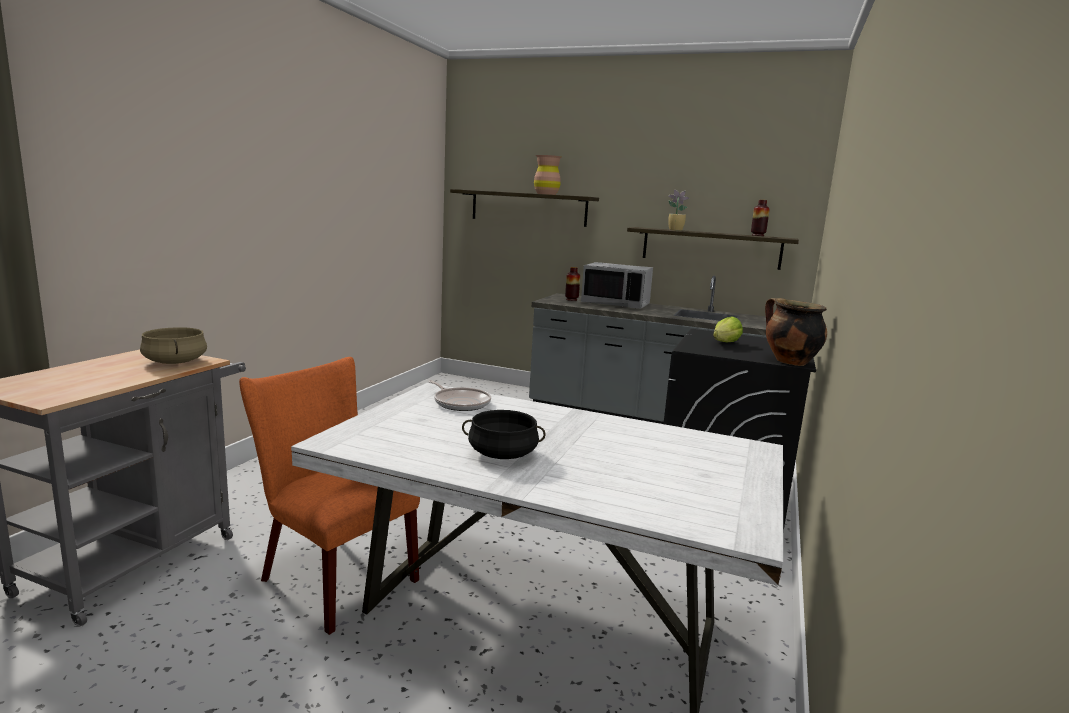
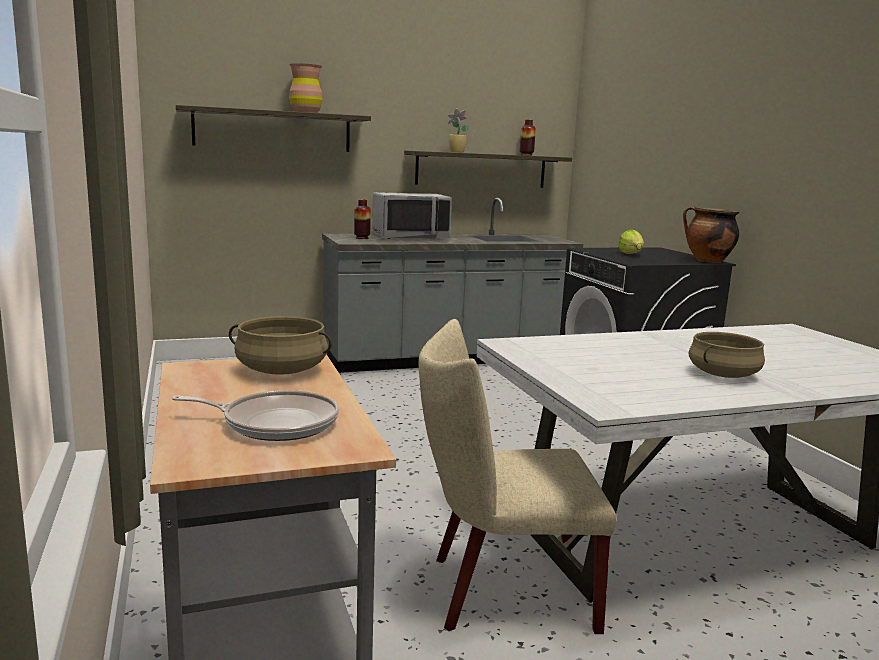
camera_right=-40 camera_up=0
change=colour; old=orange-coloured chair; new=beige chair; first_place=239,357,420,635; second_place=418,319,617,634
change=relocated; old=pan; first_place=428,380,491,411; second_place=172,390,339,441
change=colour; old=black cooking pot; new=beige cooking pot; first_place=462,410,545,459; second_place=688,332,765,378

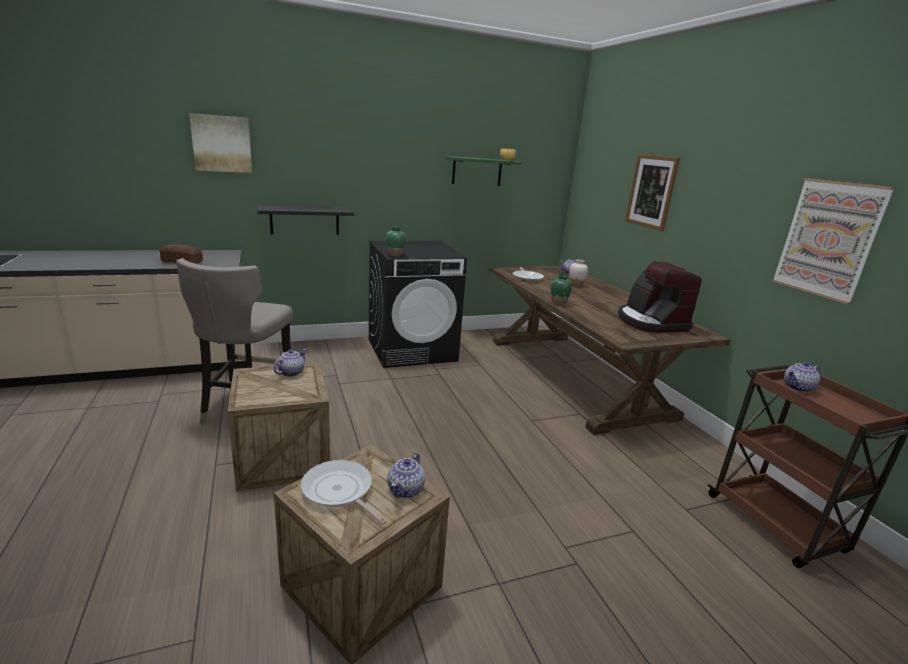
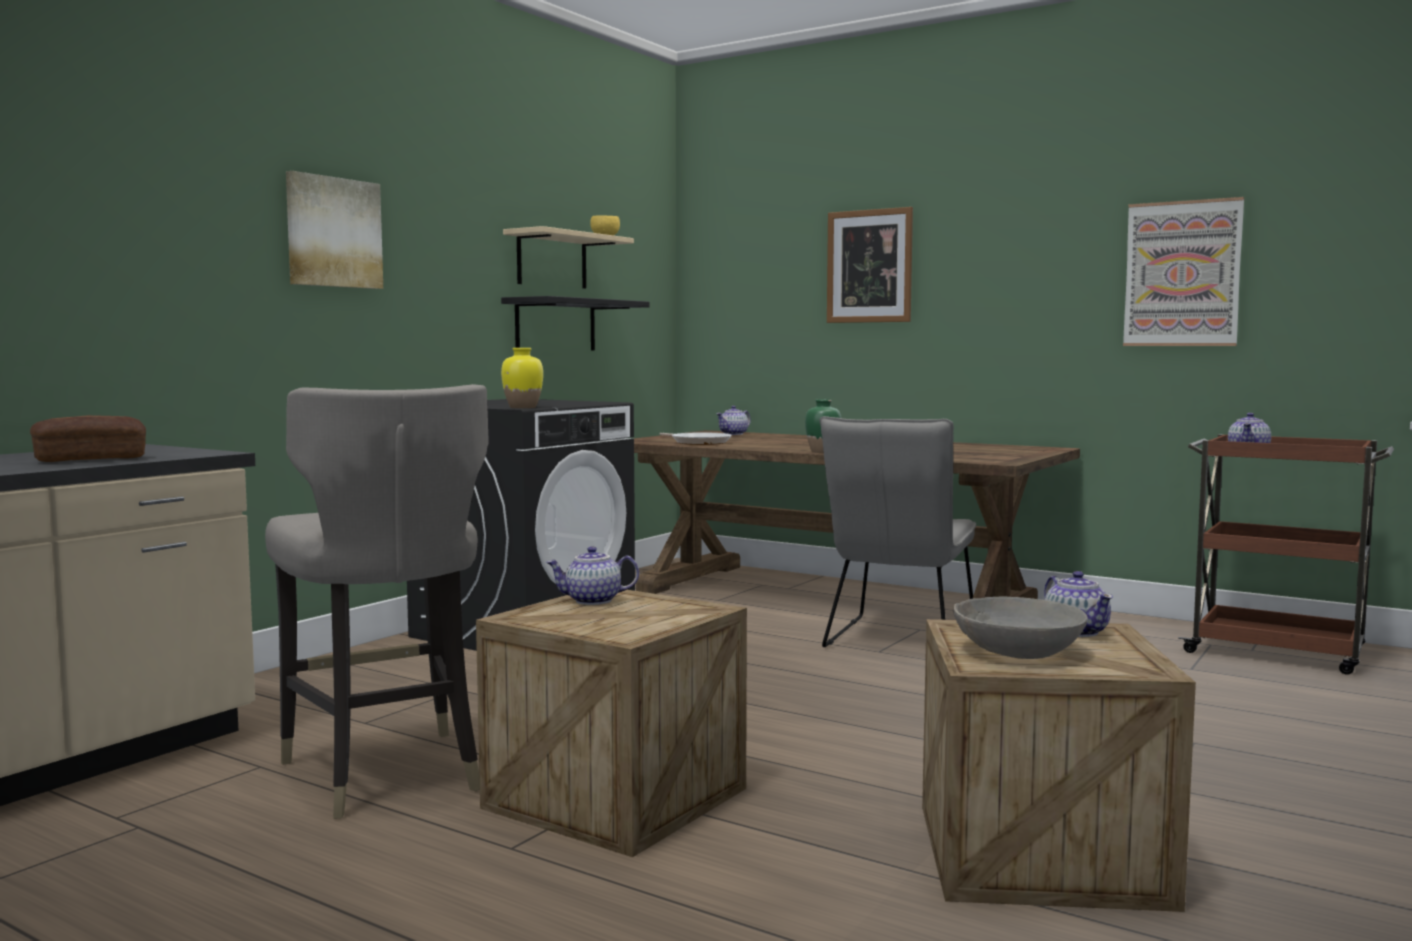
camera_right=-35 camera_up=-15
change=relocated; old=picture; first_place=189,113,252,173; second_place=286,171,383,289
change=relocated; old=black wall shelf; first_place=257,205,354,235; second_place=501,296,650,350
change=spun; old=tea pot; first_place=273,349,307,377; second_place=546,546,639,605; degrees=-90
change=exchanged; old=pan; new=gray deep dish; first_place=300,460,386,524; second_place=953,597,1088,659
change=colour; old=green-coloured vase; new=yellow vase; first_place=386,226,406,257; second_place=501,348,543,408
change=colour; old=green-coloured wall shelf; new=beige wall shelf; first_place=444,156,522,186; second_place=503,226,634,289
change=missing; old=white-coloured vase; first_place=569,259,588,287
change=missing; old=coffee machine; first_place=618,261,702,333
change=appeared; new=gray chair; second_place=819,416,976,647

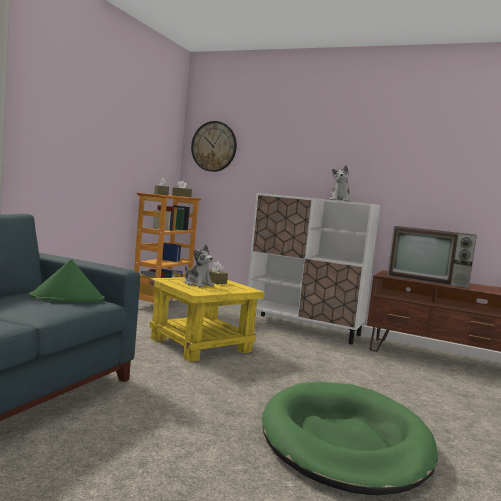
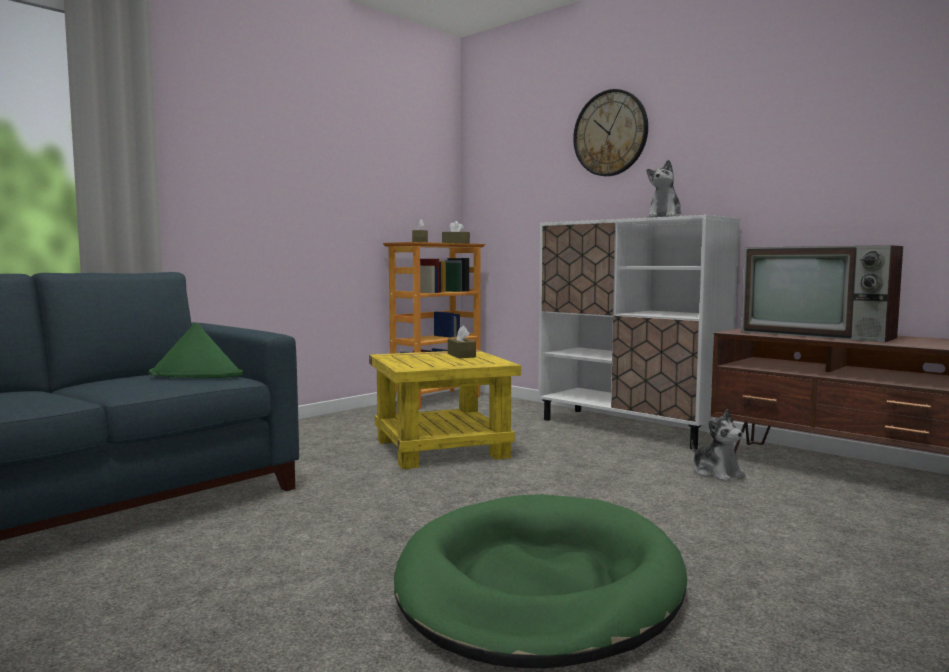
camera_right=20 camera_up=0
change=relocated; old=plush toy; first_place=185,244,214,287; second_place=691,409,746,482
change=relocated; old=hanging clock; first_place=191,121,237,172; second_place=573,89,648,176

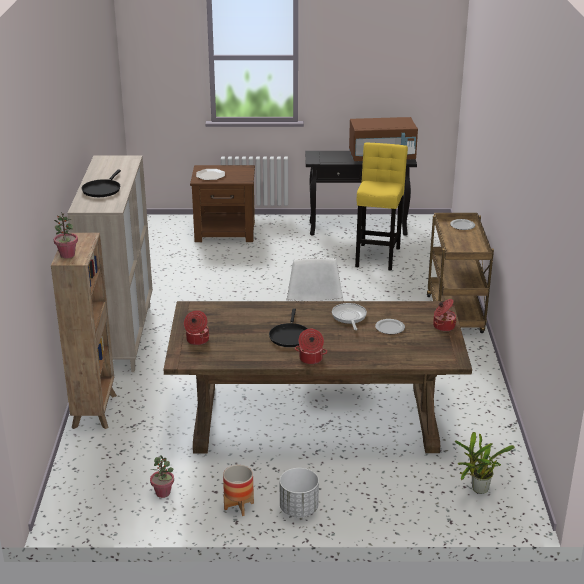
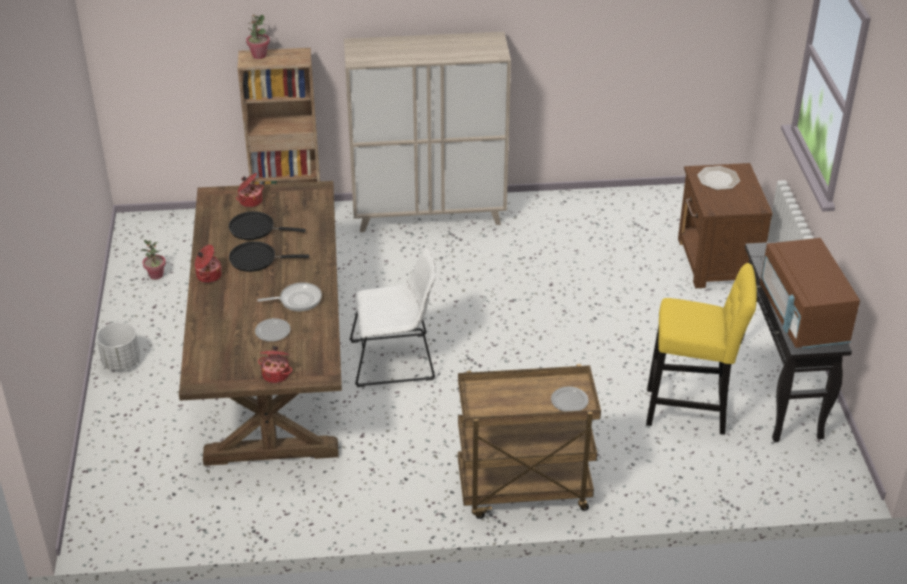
camera_right=85 camera_up=10
change=relocated; old=black pan; first_place=81,170,121,197; second_place=229,211,306,240
change=missing; old=plant pot; first_place=223,465,254,516
change=missing; old=plant in a pot; first_place=455,432,515,494

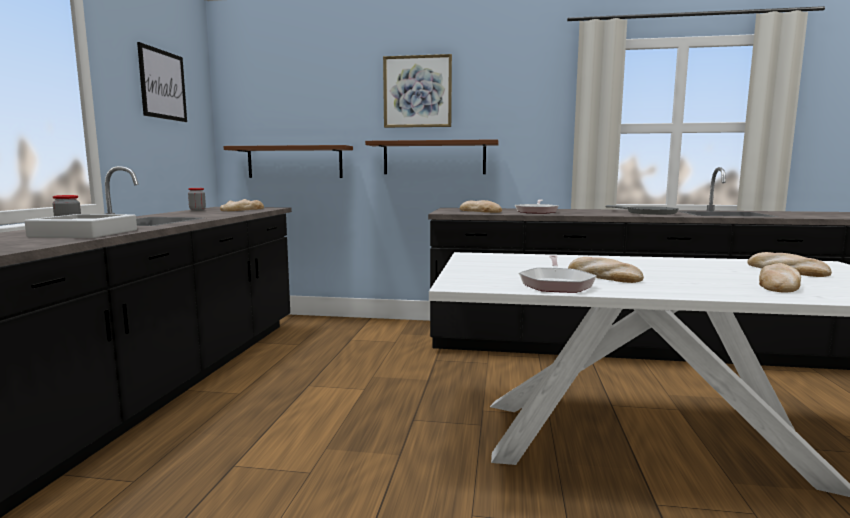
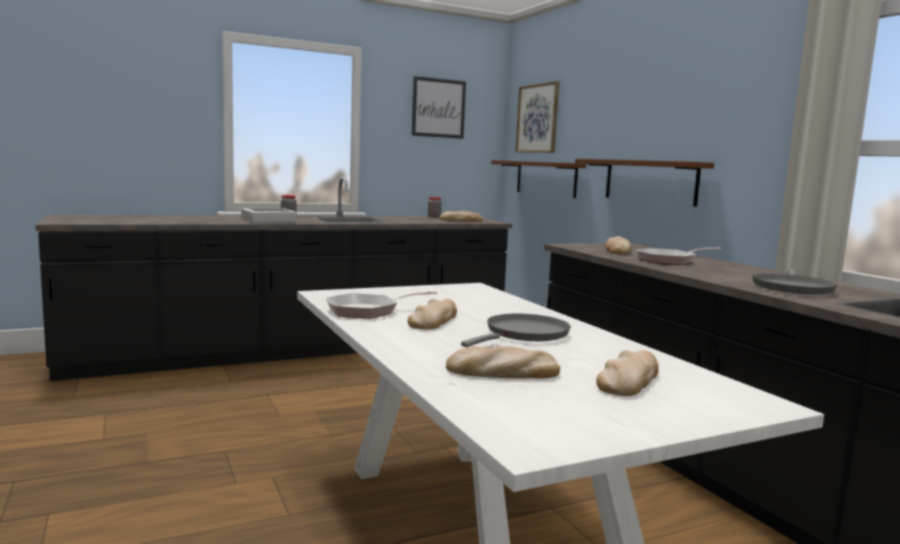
camera_right=55 camera_up=0
change=relocated; old=picture; first_place=383,54,452,128; second_place=515,81,559,153
change=appeared; new=gray pan; second_place=461,314,571,347

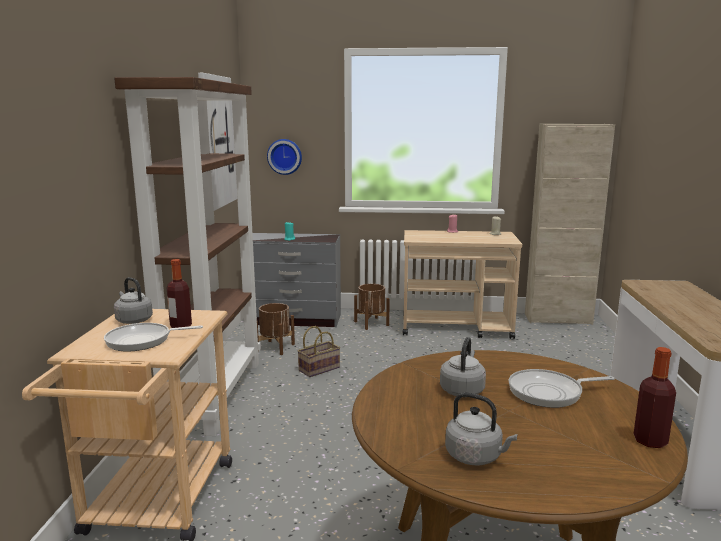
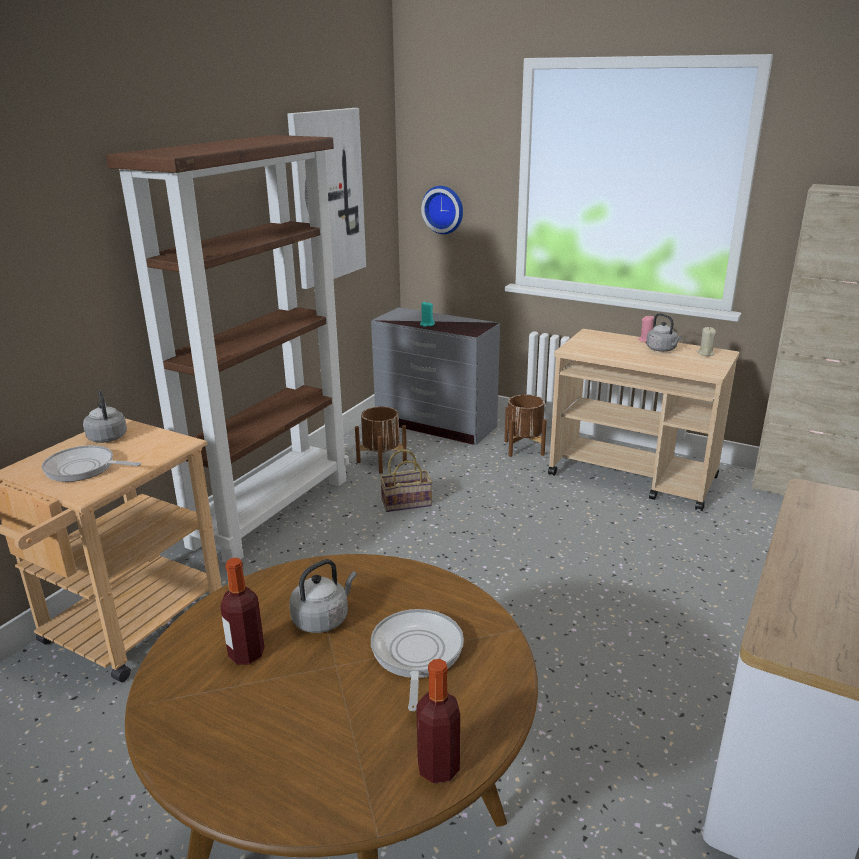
camera_right=25 camera_up=10
change=relocated; old=beverage bottle; first_place=167,259,192,328; second_place=220,558,265,665
change=relocated; old=gray kettle; first_place=445,392,518,465; second_place=646,313,682,352
change=spun; old=pan; first_place=508,369,615,408; second_place=371,609,464,711; degrees=75

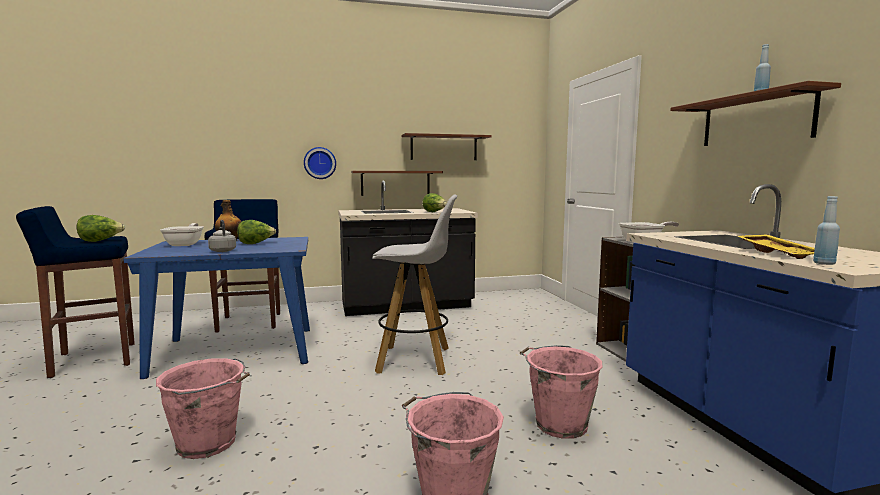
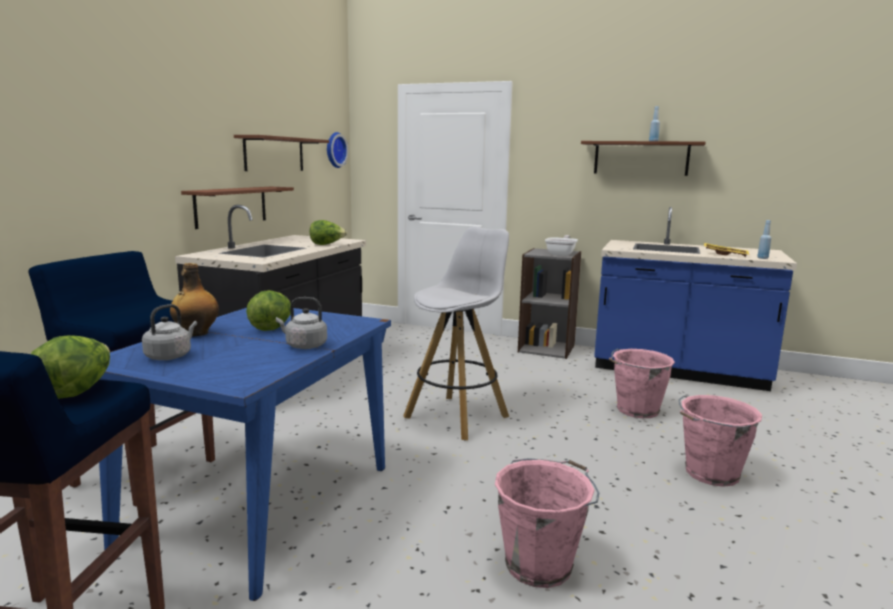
camera_right=-55 camera_up=5
change=exchanged; old=pan; new=gray kettle; first_place=160,223,204,246; second_place=142,304,197,360
change=relocated; old=hanging clock; first_place=304,147,336,179; second_place=327,132,348,168

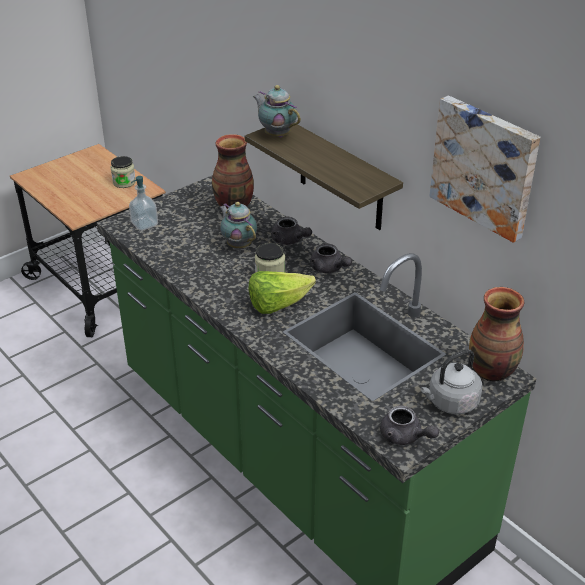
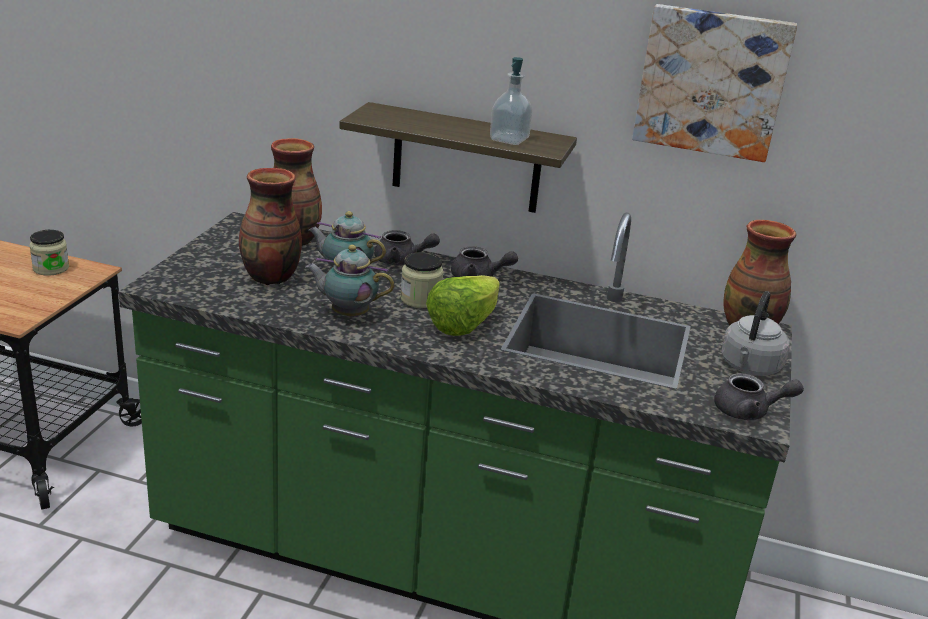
camera_right=-35 camera_up=-10
change=relocated; old=liquid soap bottle; first_place=129,176,158,231; second_place=490,57,533,145
change=relocated; old=tea pot; first_place=253,85,301,137; second_place=305,245,394,317
change=appeared; new=vase; second_place=239,168,302,285

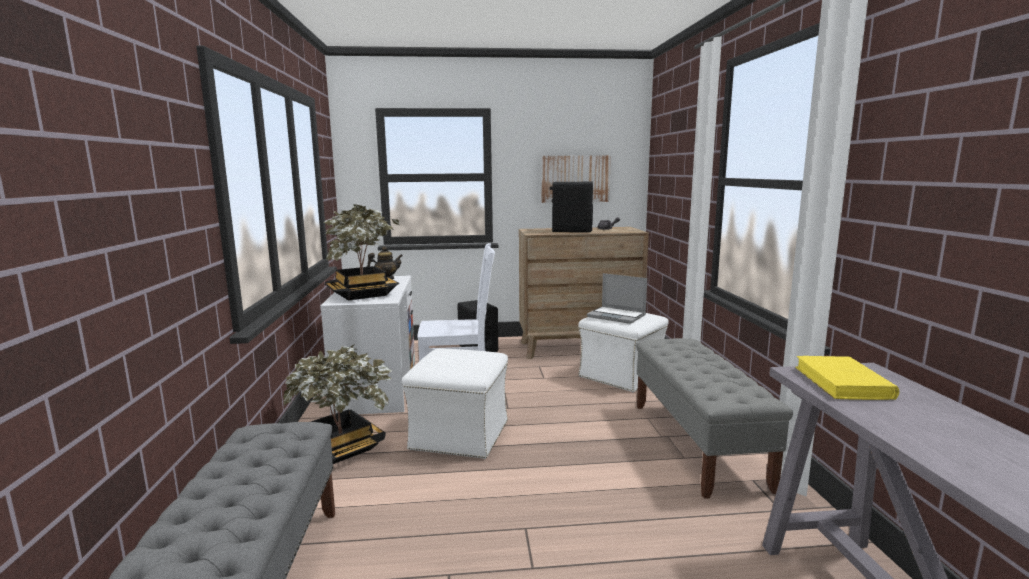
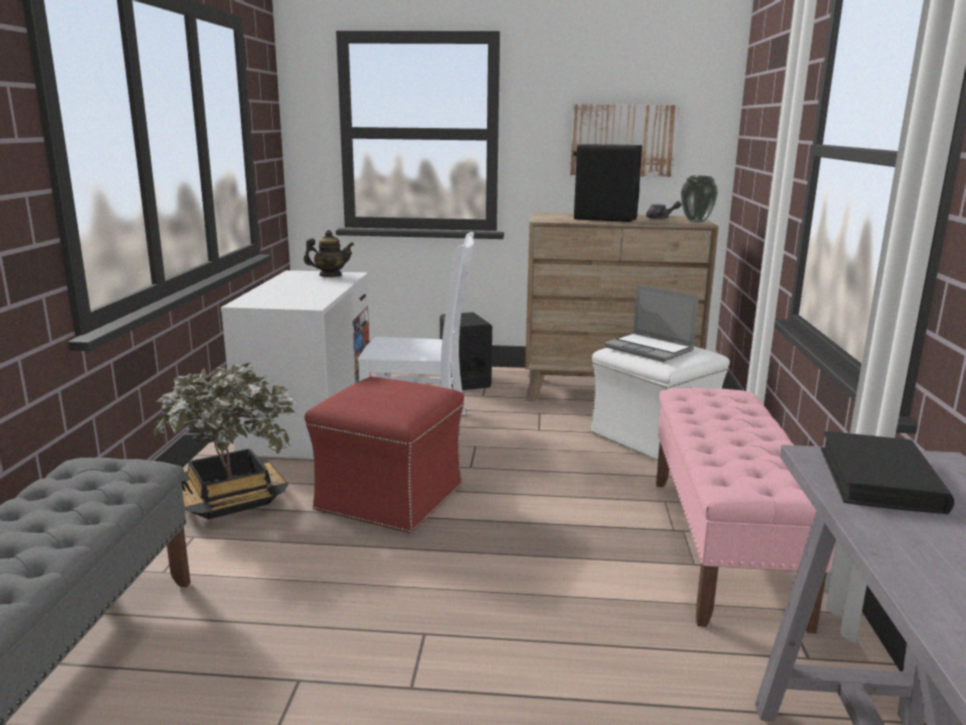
camera_right=10 camera_up=5
change=missing; old=plant in a pot; first_place=323,204,401,300
change=colour; old=white-coloured footrest; new=red footrest; first_place=402,348,508,459; second_place=305,377,464,534
change=colour; old=gray bench; new=pink bench; first_place=636,338,793,499; second_place=656,387,835,634
change=colour; old=yellow book; new=black book; first_place=795,356,899,400; second_place=821,431,954,514
change=appeared; new=vase; second_place=681,176,718,223

